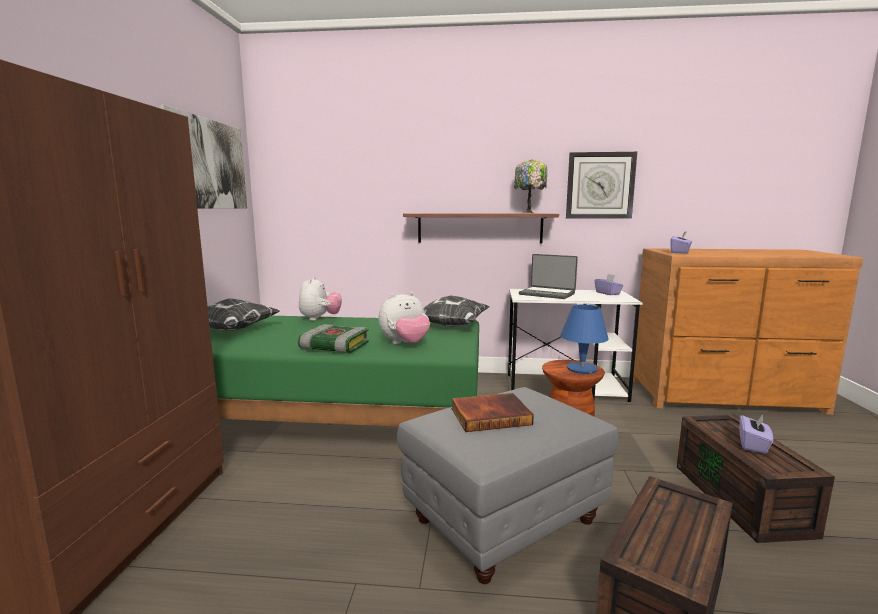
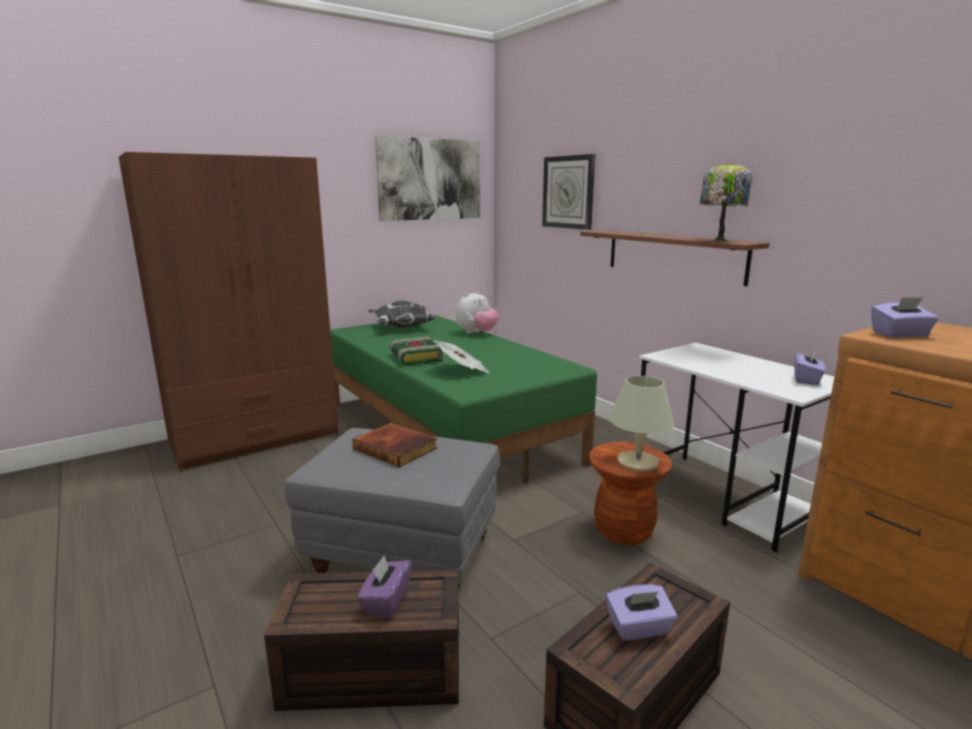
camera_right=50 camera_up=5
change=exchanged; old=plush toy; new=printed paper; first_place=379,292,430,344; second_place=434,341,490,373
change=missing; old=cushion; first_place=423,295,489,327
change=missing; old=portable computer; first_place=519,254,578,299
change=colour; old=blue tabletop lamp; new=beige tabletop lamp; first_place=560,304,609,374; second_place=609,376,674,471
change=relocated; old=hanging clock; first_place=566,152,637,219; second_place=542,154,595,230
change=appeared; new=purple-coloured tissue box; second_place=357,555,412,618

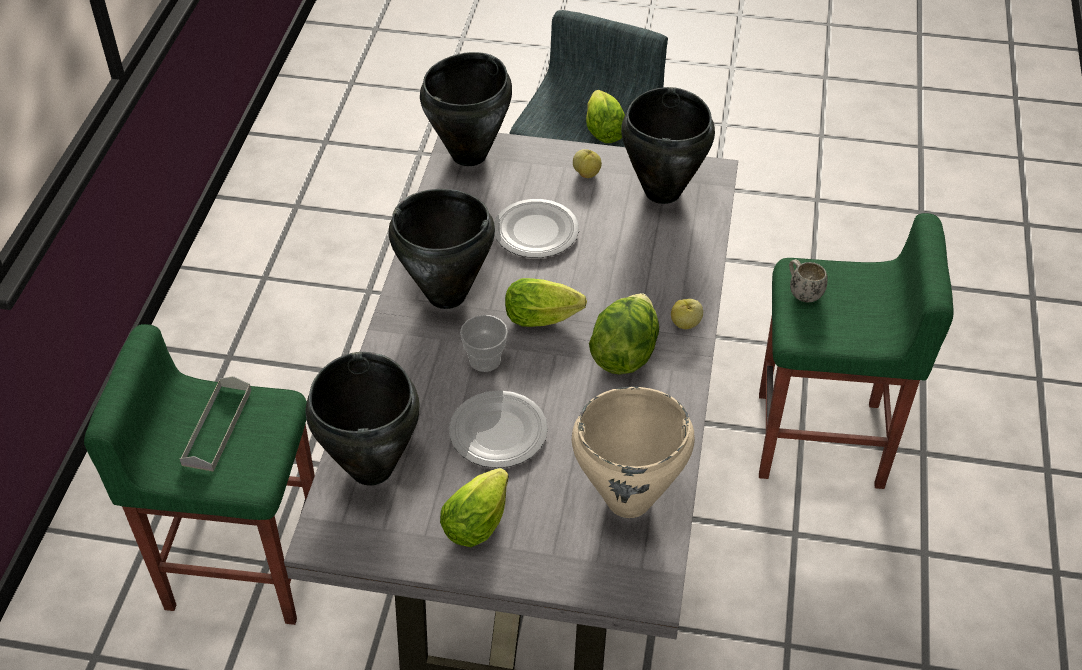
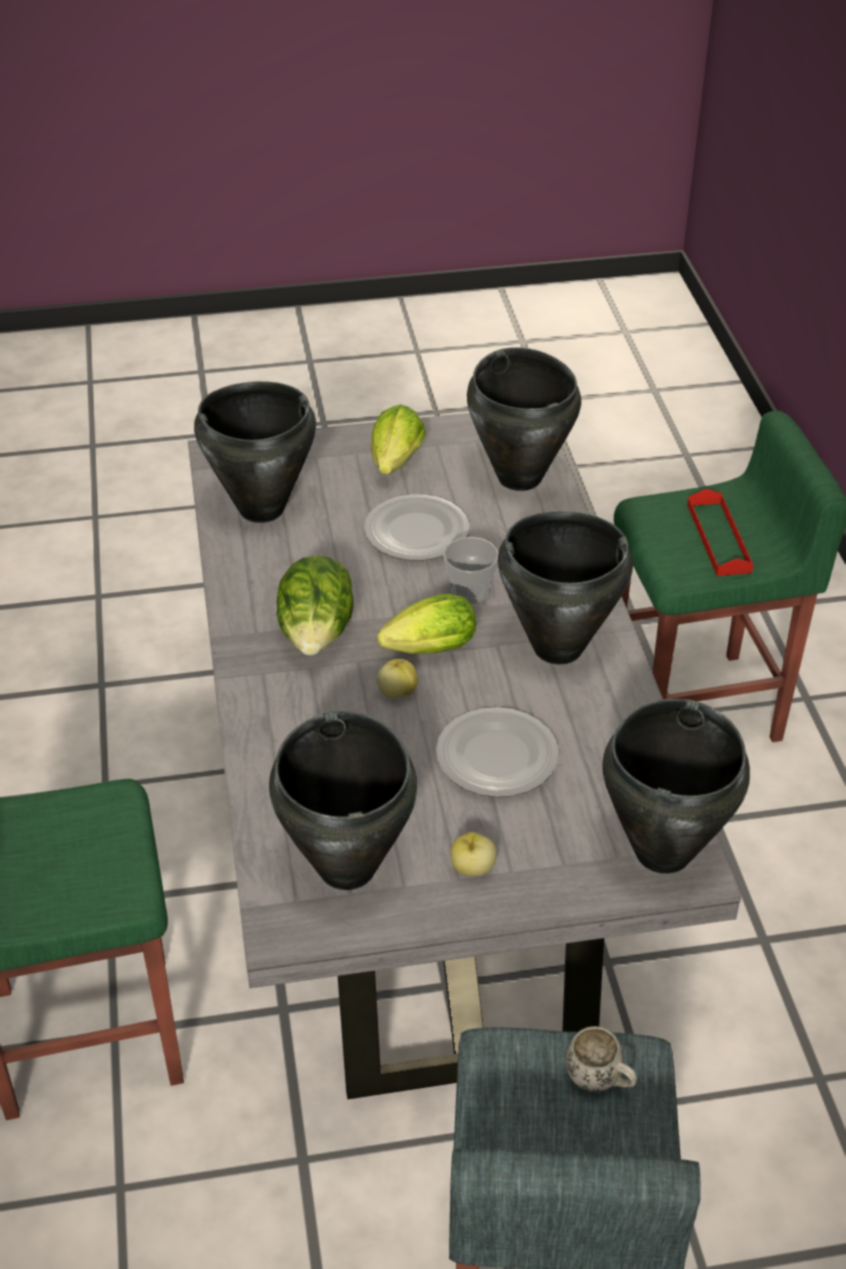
camera_right=160 camera_up=-5
change=colour; old=gray serving tray; new=red serving tray; first_place=180,376,251,472; second_place=687,489,754,576
change=colour; old=beige cooking pot; new=black cooking pot; first_place=572,387,695,518; second_place=194,381,316,523
change=missing; old=lettuce head; first_place=586,90,625,143
change=relocated; old=apple fruit; first_place=671,299,703,329; second_place=377,659,418,698
change=relocated; old=white-coloured tea mug; first_place=789,259,828,302; second_place=565,1026,637,1092

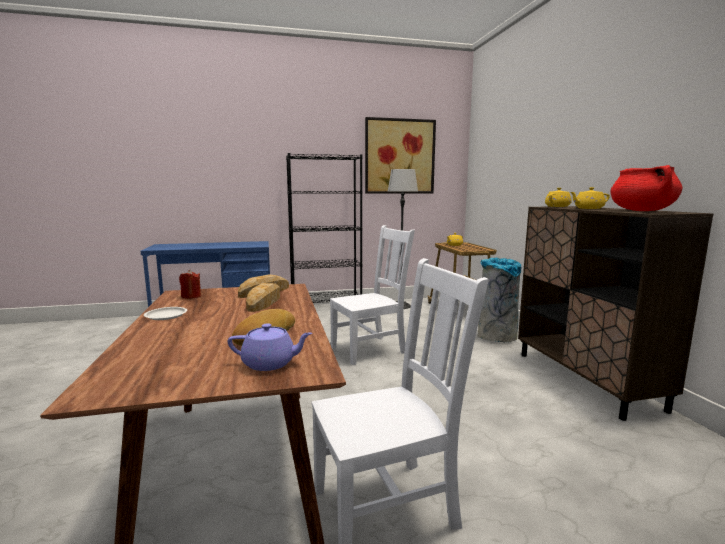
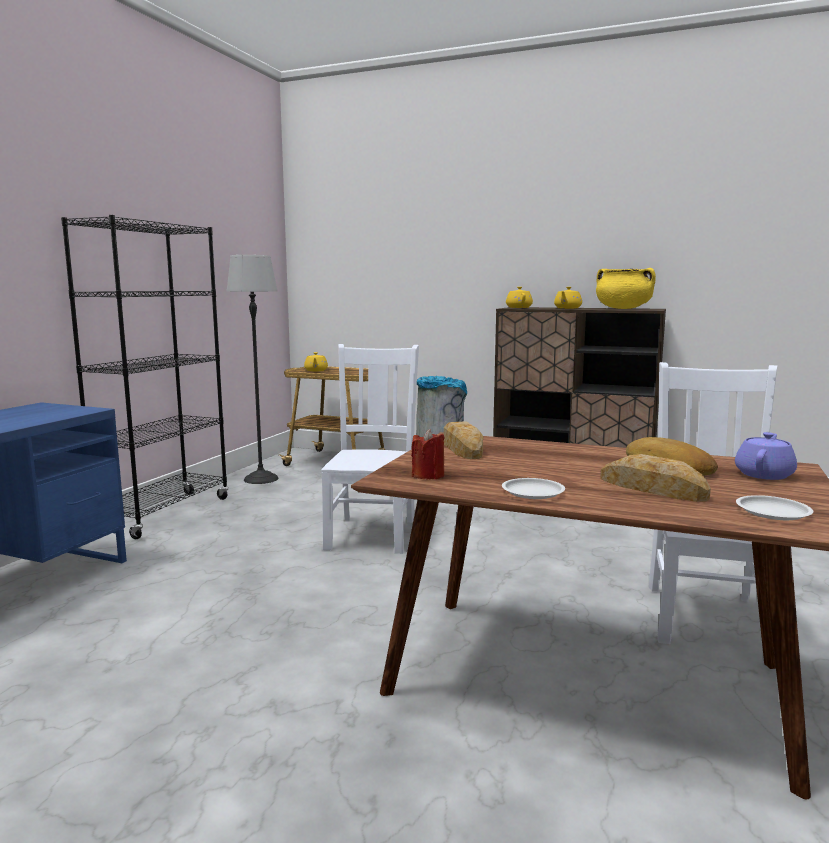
camera_right=-55 camera_up=0
change=relocated; old=baked bread; first_place=246,283,280,312; second_place=600,454,711,502
change=missing; old=picture; first_place=365,117,436,194
change=colour; old=red cooking pot; new=yellow cooking pot; first_place=611,165,682,211; second_place=596,268,656,309
change=appeared; new=white-coloured plate; second_place=736,495,813,520

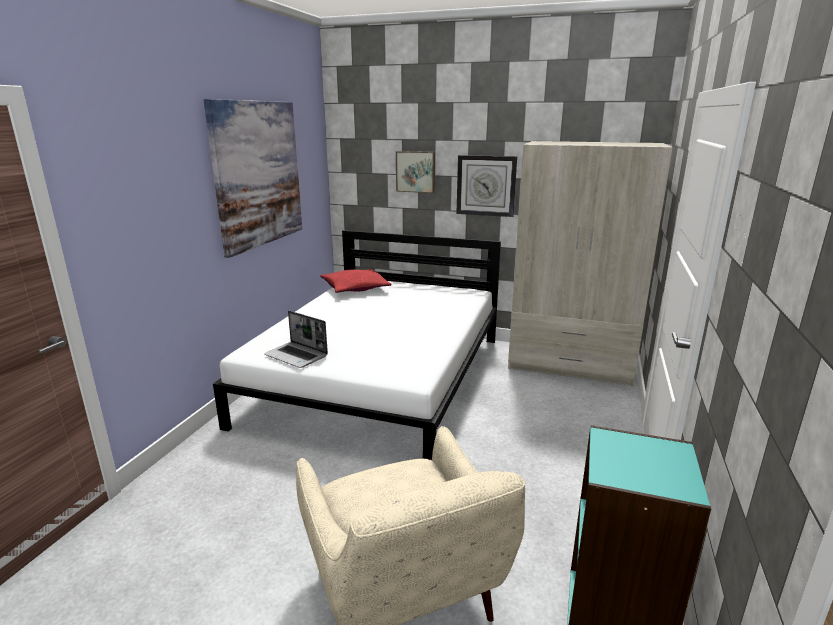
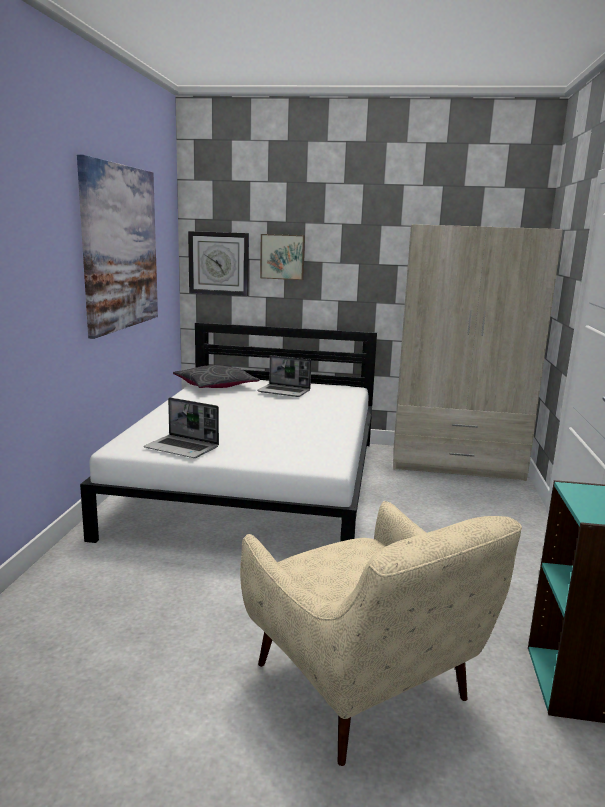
camera_right=-10 camera_up=-5
change=colour; old=red cushion; new=gray cushion; first_place=320,269,391,293; second_place=173,365,260,388
change=relocated; old=hanging clock; first_place=456,155,517,217; second_place=188,231,249,296
change=appeared; new=portable computer; second_place=257,355,312,397

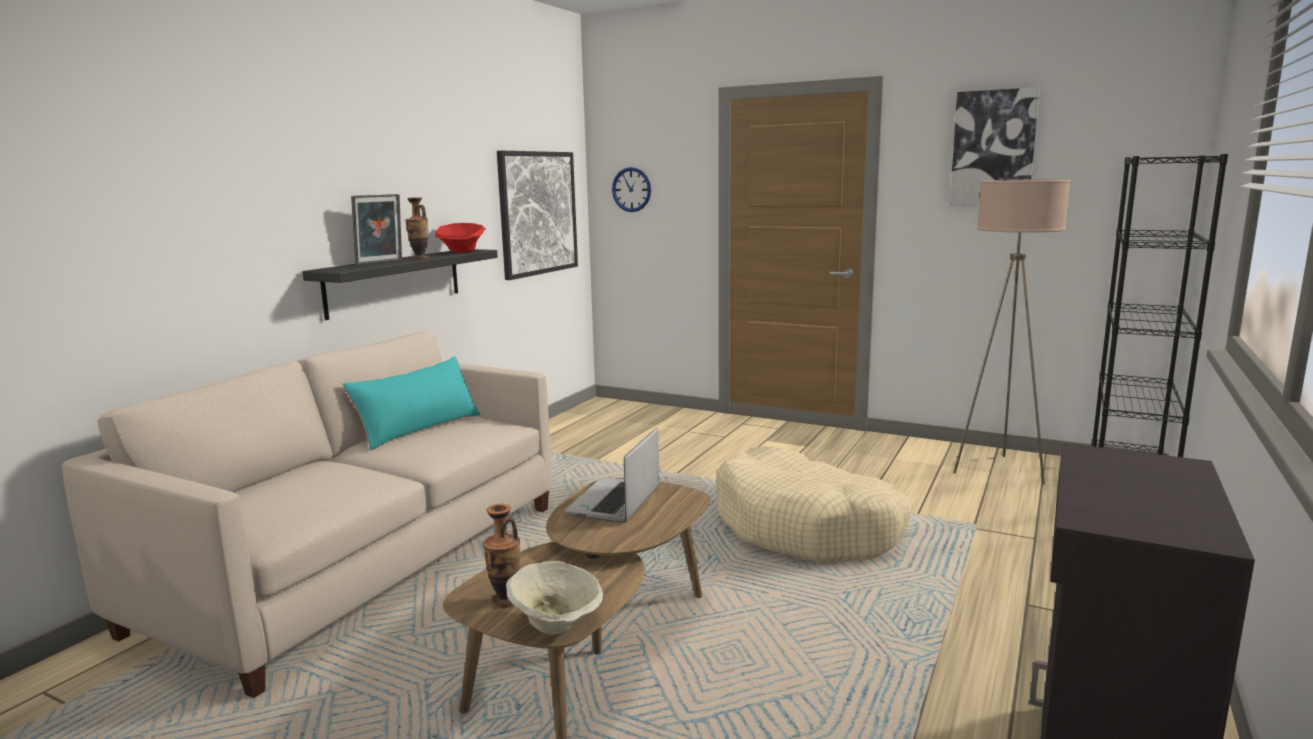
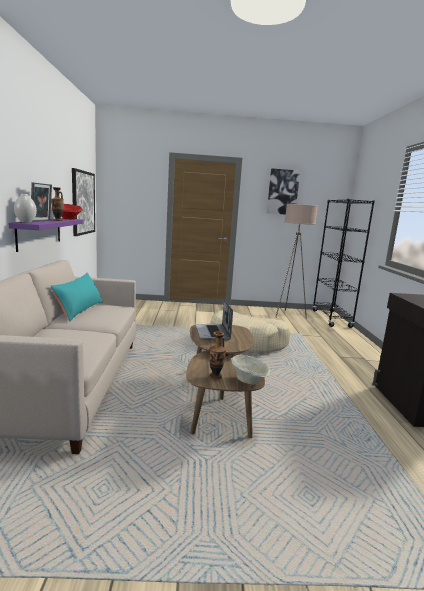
camera_right=-30 camera_up=0
change=colour; old=black wall shelf; new=purple-coloured wall shelf; first_place=302,249,498,320; second_place=8,218,84,252
change=missing; old=hanging clock; first_place=612,167,651,212
change=appeared; new=white-coloured vase; second_place=14,194,37,223

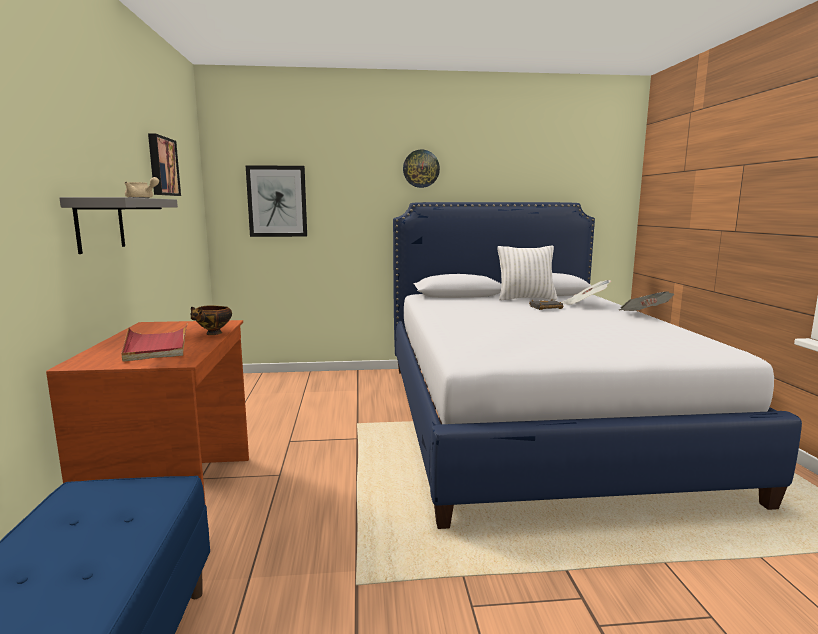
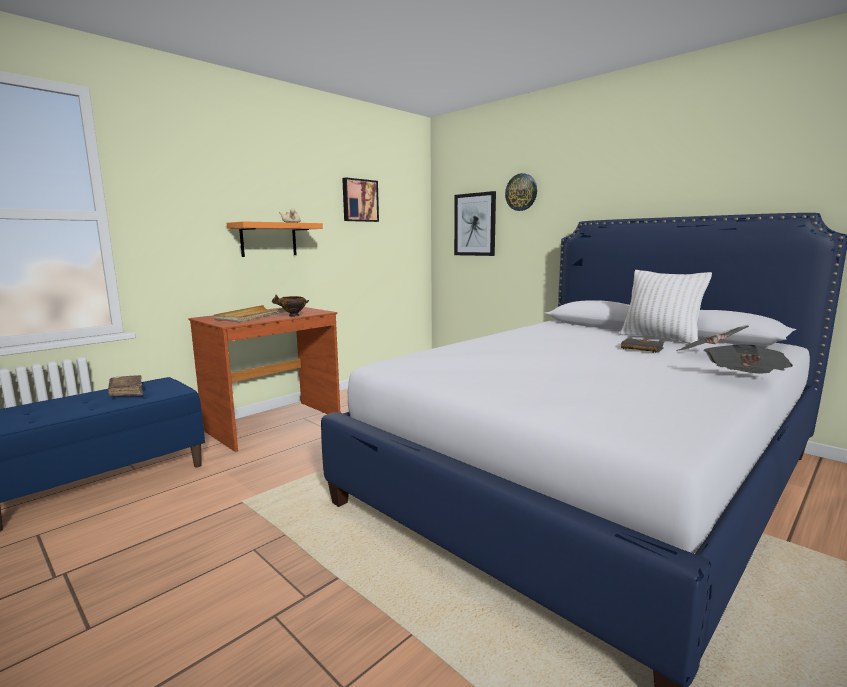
camera_right=50 camera_up=0
change=colour; old=gray wall shelf; new=orange-coloured wall shelf; first_place=60,197,178,254; second_place=227,221,323,257
change=colour; old=red serving tray; new=beige serving tray; first_place=121,323,188,362; second_place=214,305,285,322
change=relocated; old=hanging clock; first_place=403,150,440,188; second_place=505,173,537,211
change=appeared; new=brown book; second_place=108,375,143,396

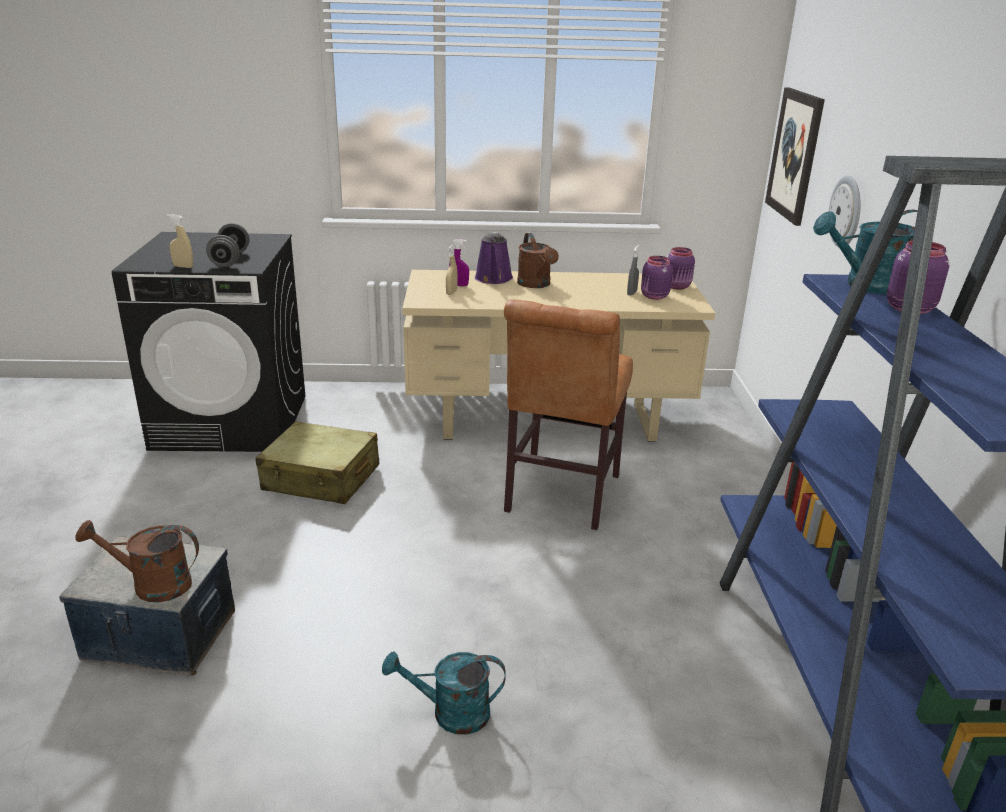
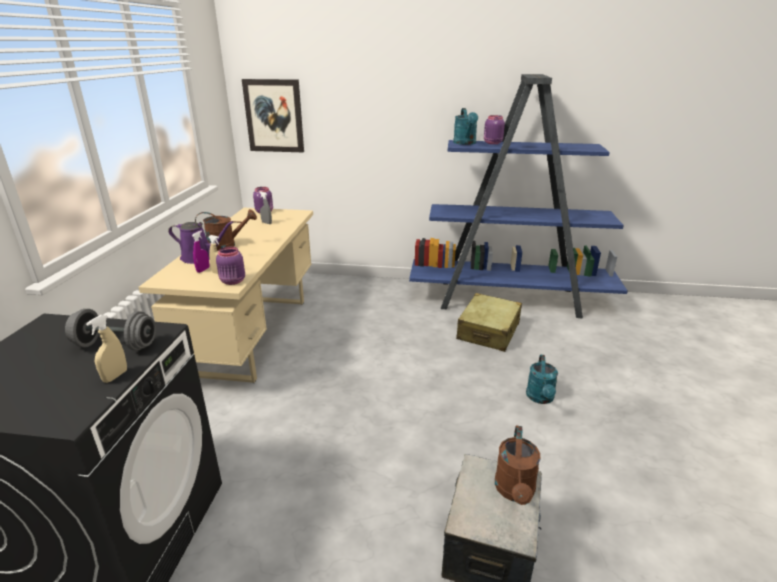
camera_right=-80 camera_up=0
change=relocated; old=beige suitcase; first_place=256,421,379,504; second_place=456,293,522,352
change=missing; old=brown chair; first_place=504,299,633,530
change=relocated; old=purple-coloured preserve jar; first_place=641,256,673,300; second_place=216,246,245,285
change=missing; old=hanging clock; first_place=829,175,861,247

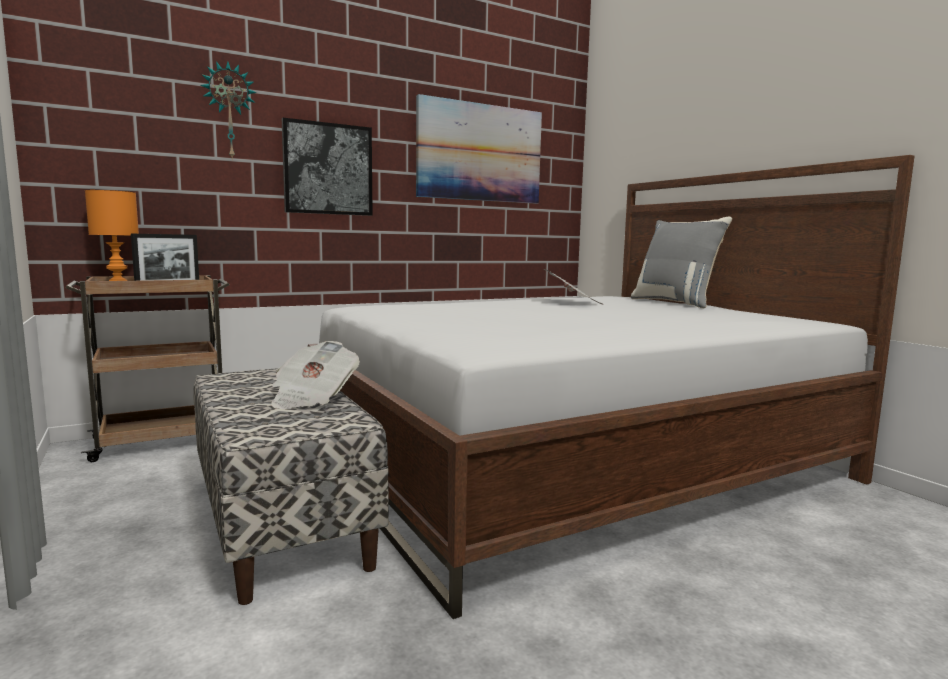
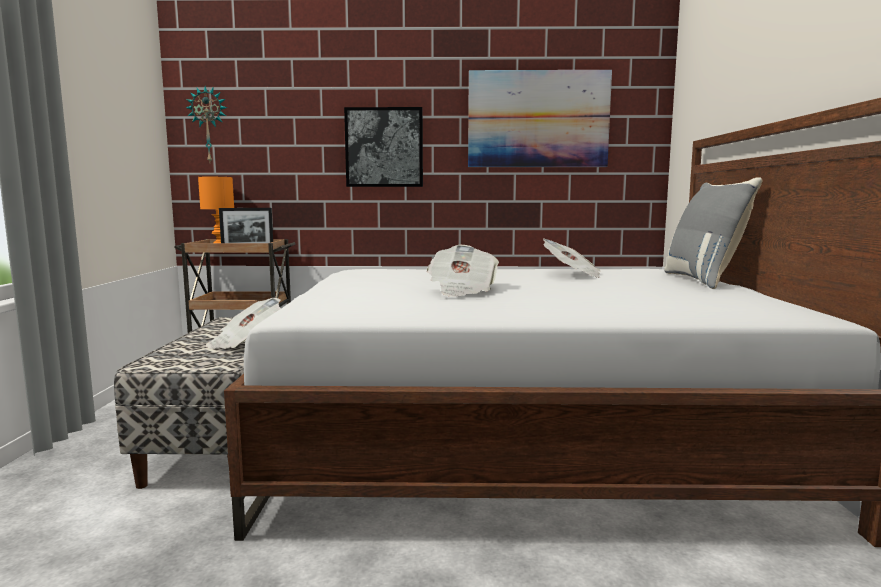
camera_right=30 camera_up=0
change=relocated; old=hanging clock; first_place=200,61,257,160; second_place=186,86,227,162
change=appeared; new=printed paper; second_place=427,245,499,297

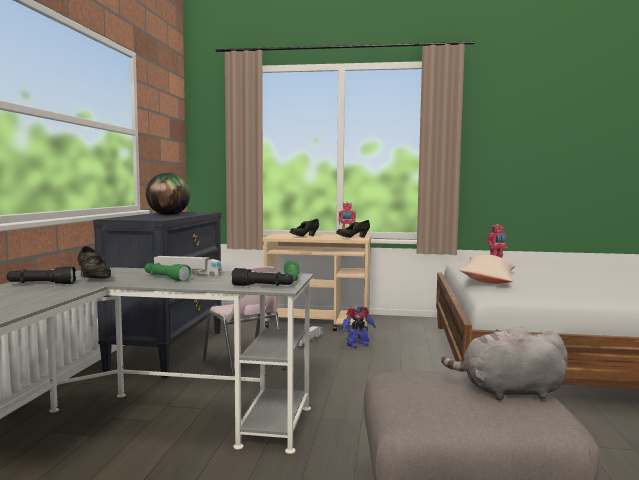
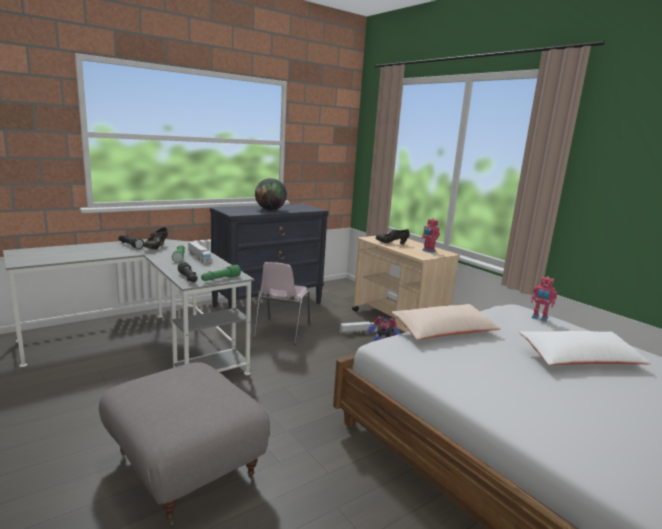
camera_right=45 camera_up=10
change=missing; old=black low shoe; first_place=336,220,370,238
change=missing; old=gray plush toy; first_place=441,325,568,400
change=appeared; new=white-coloured cushion; second_place=519,331,651,365

